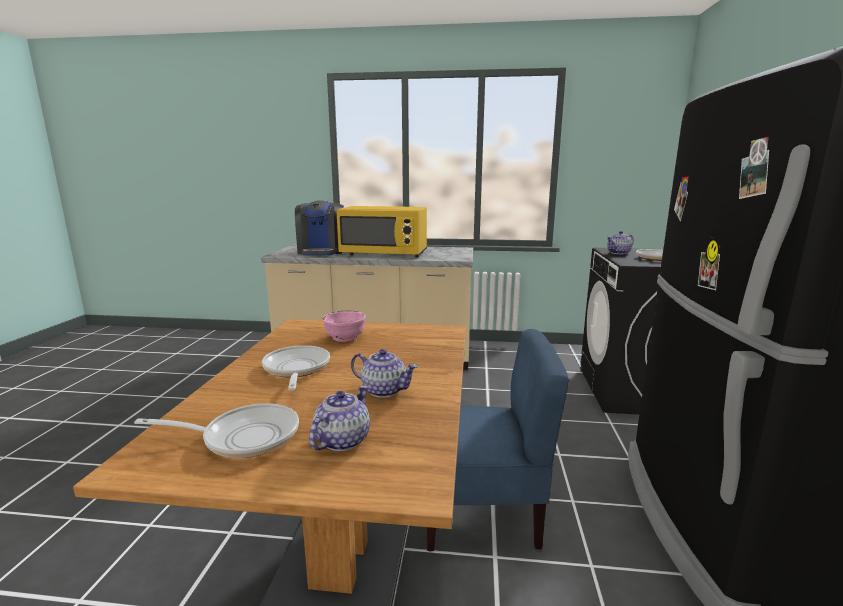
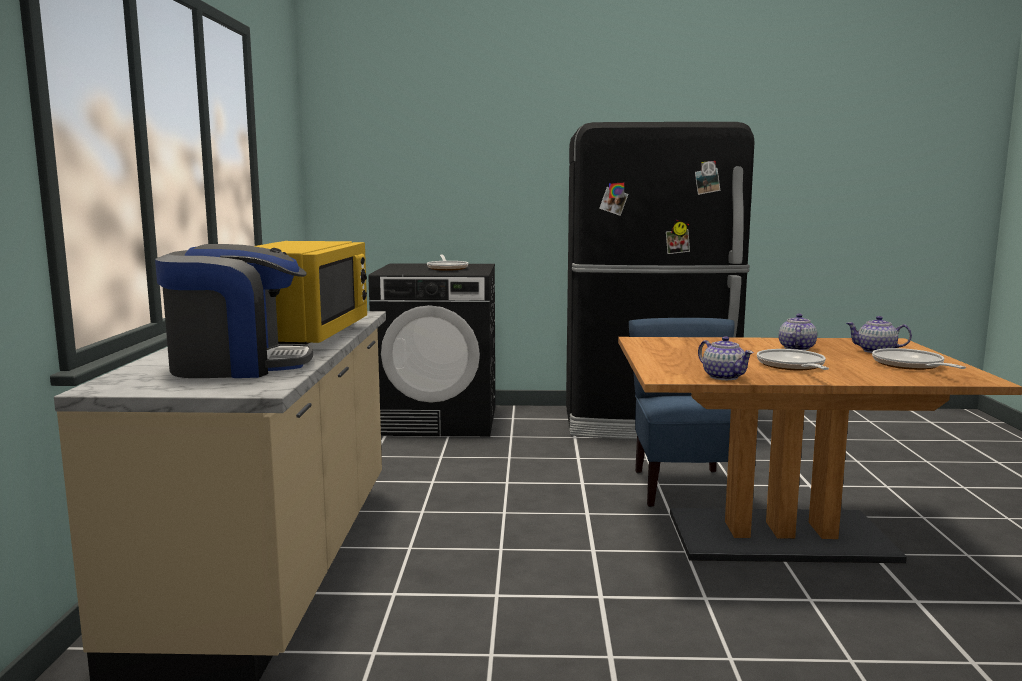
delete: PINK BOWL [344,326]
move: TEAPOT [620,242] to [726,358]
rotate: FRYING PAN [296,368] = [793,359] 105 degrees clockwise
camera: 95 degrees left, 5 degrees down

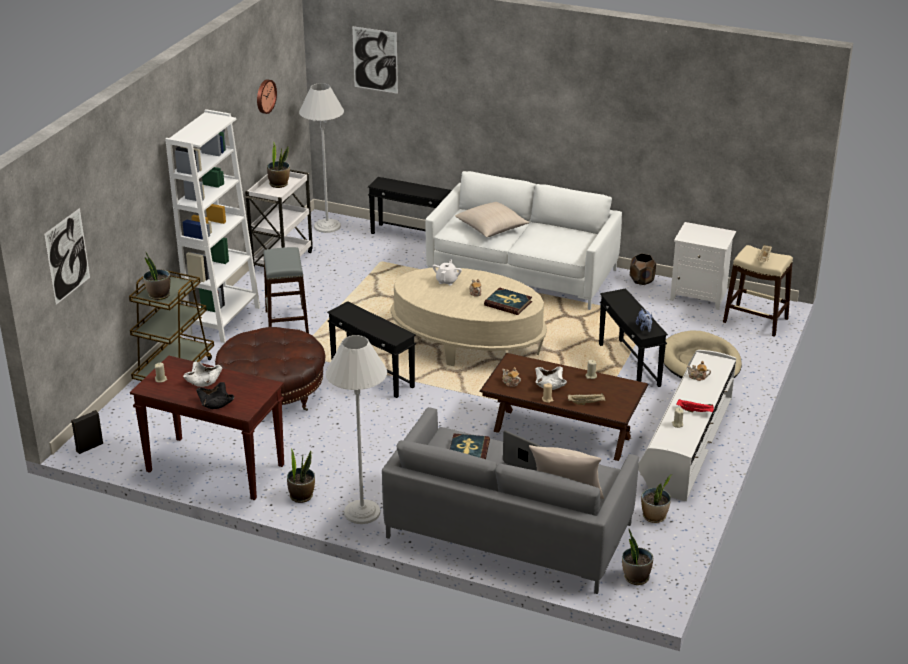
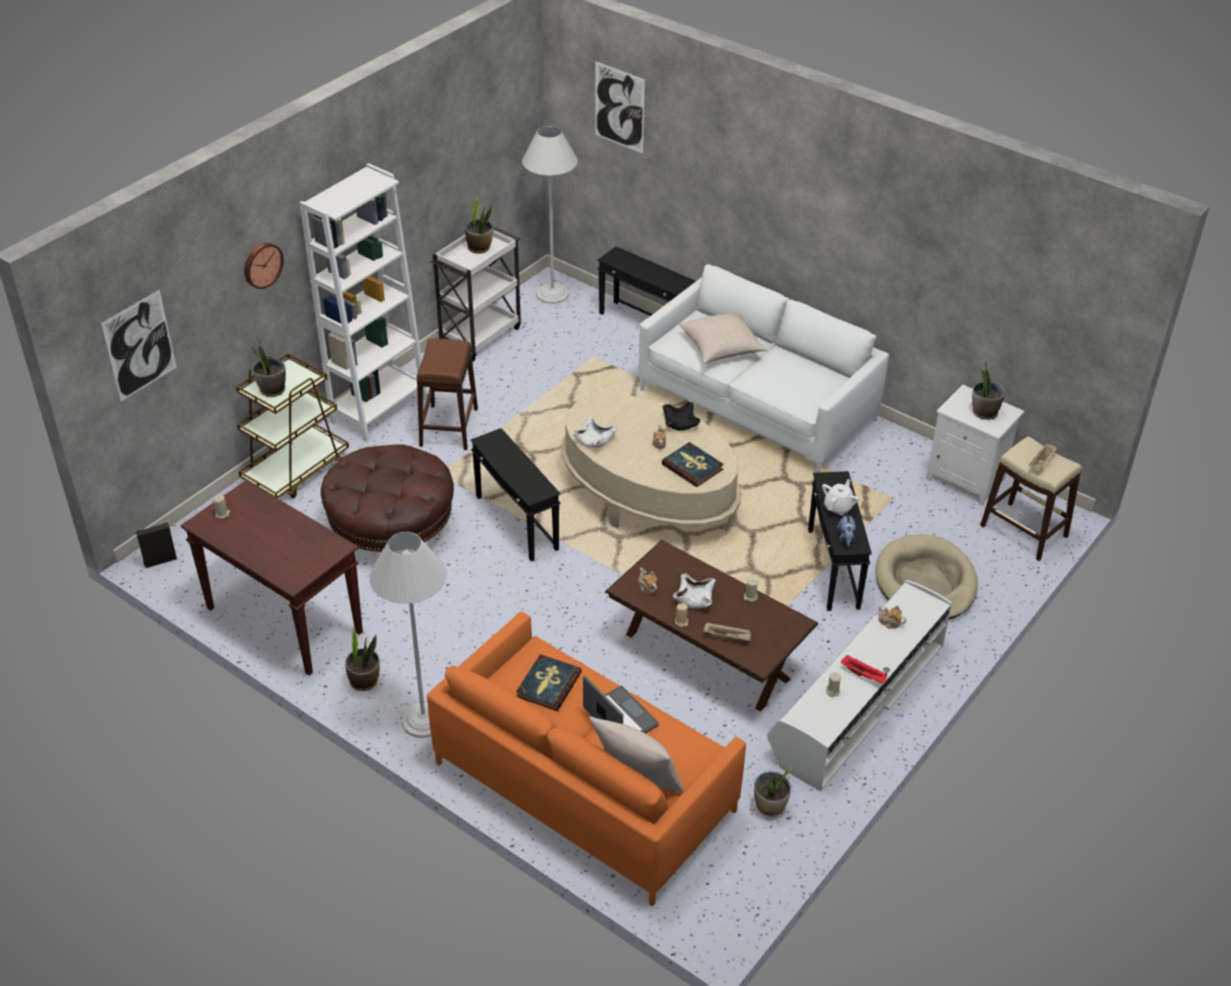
delete: BROWN PLANTER [643,269]
move: WHITE BOWL [202,374] to [595,432]; BLACK BOWL [215,395] to [681,416]; WALL CLOCK [267,96] to [264,266]; WHITE TEAPOT [447,272] to [840,497]; POTTED PLANT [637,557] to [988,390]
recolor: GREY STOOL [286,290] to BROWN STOOL [447,394]; GREY SOFA [510,500] to ORANGE SOFA [586,759]
camera: 15 degrees right, 10 degrees up

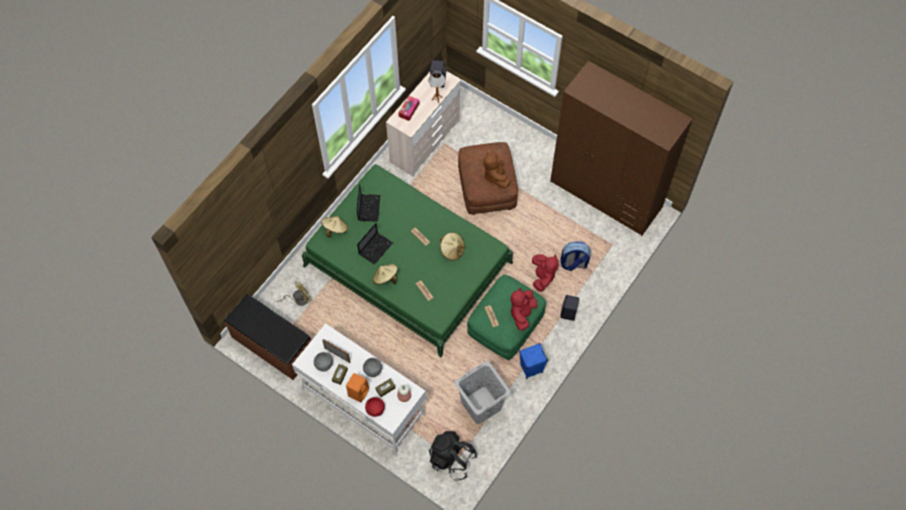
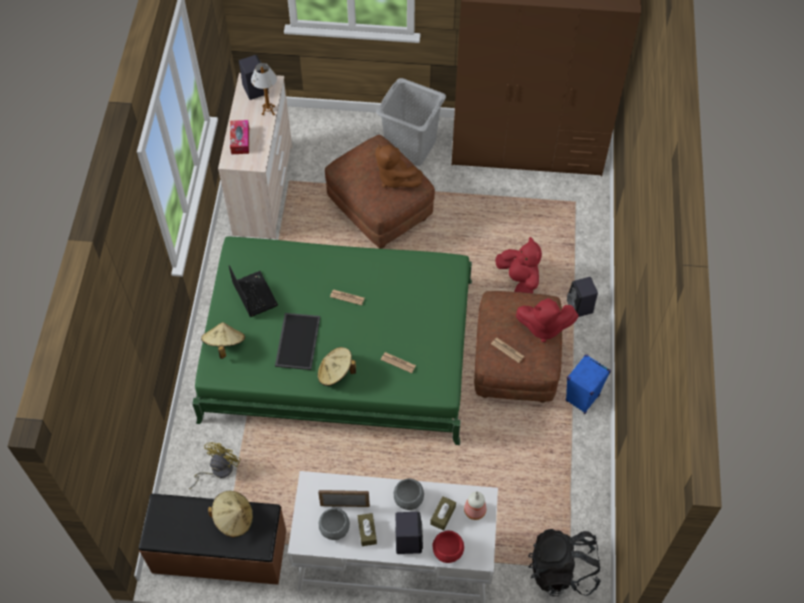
delete: BACKPACK [575,256]
move: BEIGE HAT [452,246] to [230,514]; GREY LAUNDRY BASKET [482,392] to [411,122]
replace: LAPTOP [375,244] to TRAY [297,341]
recolor: ORANGE SPEAKER [357,388] to BLACK SPEAKER [409,533]; GREEN OTTOMAN [506,317] to BROWN OTTOMAN [518,346]
rotate: RED PLUSH TOY [524,309] = [547,320] 75 degrees counterclockwise
camera: 30 degrees left, 5 degrees down

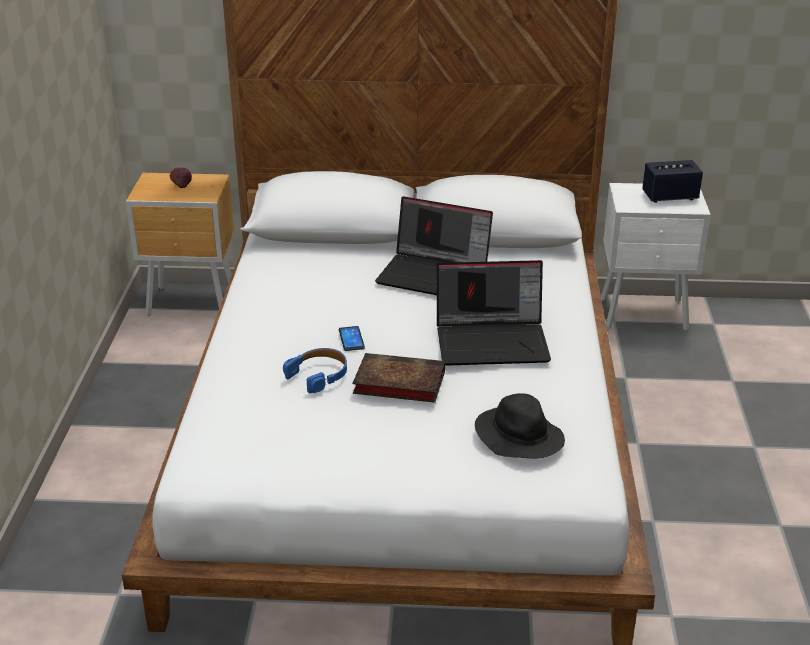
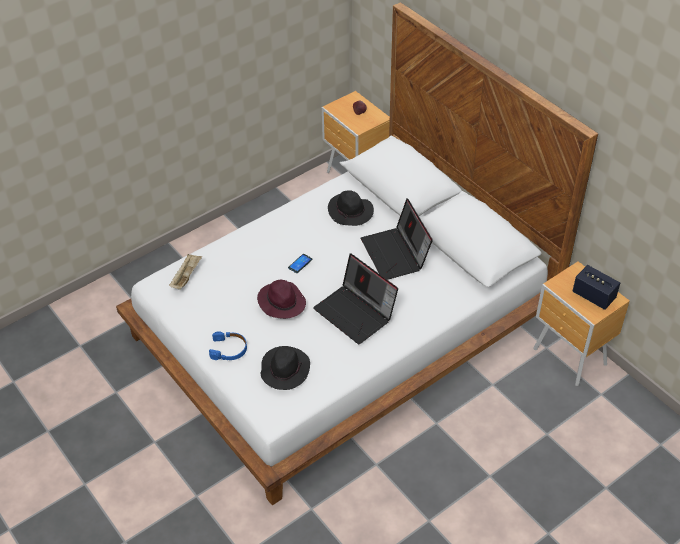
insert: BEIGE TRAY [185,272]; BLACK HAT [351,208]
move: BLUE HEADPHONES [315,370] to [228,345]
replace: BOOK [398,378] to PURPLE HAT [281,299]
recolor: WHITE NIGHTSTAND [656,257] to BROWN NIGHTSTAND [582,323]
camera: 50 degrees right, 15 degrees up

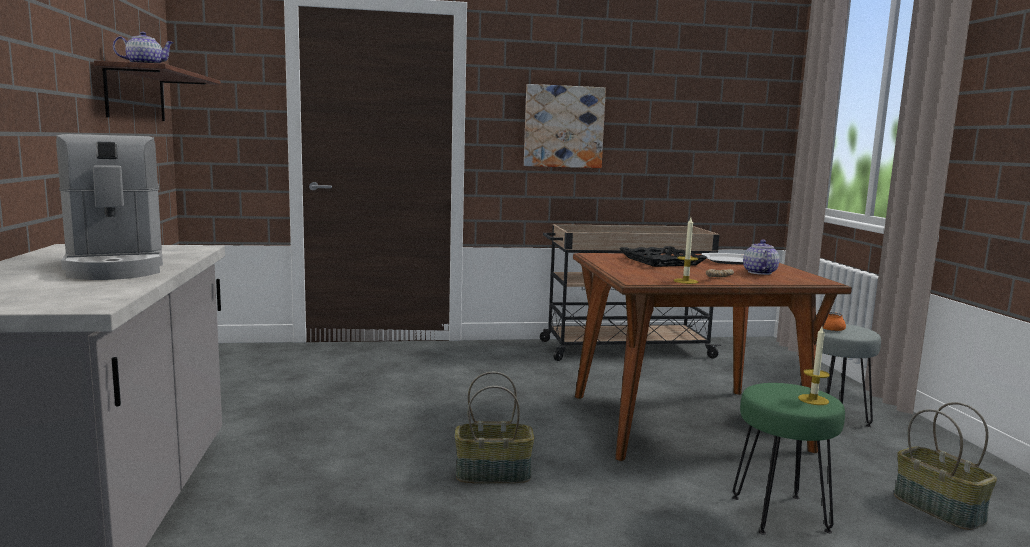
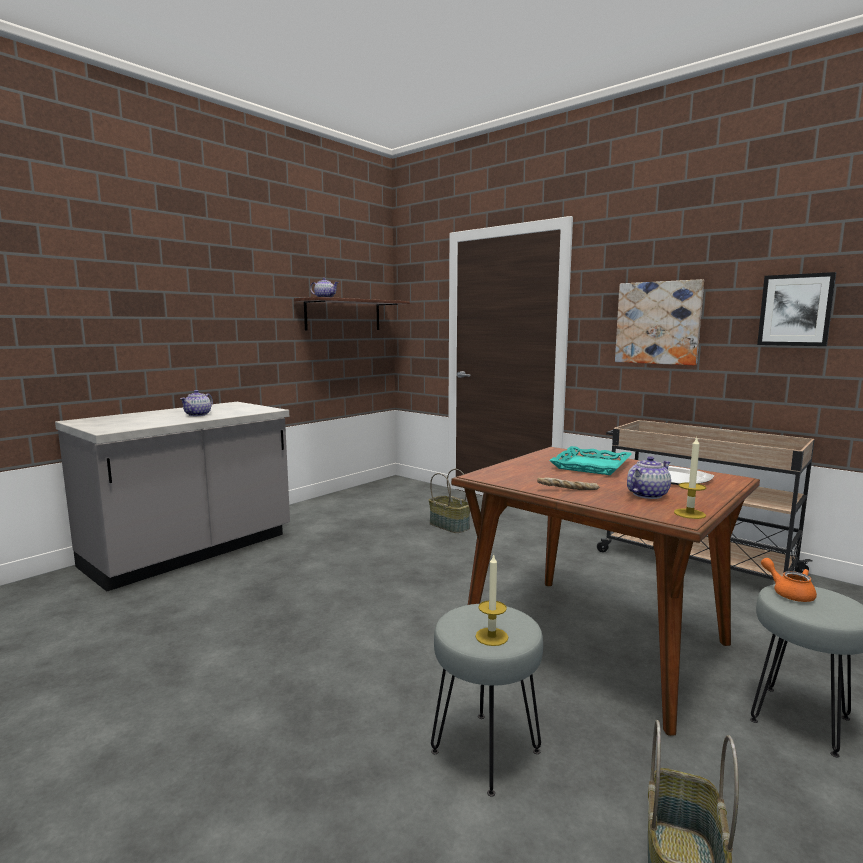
insert: PICTURE [796,309]
move: BASKET [495,427] to [449,501]; CANDLE [686,251] to [690,478]
replace: COFFEE MACHINE [109,207] to TEAPOT [196,403]
recolor: BLACK TRAY [663,256] to TURQUOISE TRAY [590,460]; GREEN STOOL [788,459] to GREY STOOL [487,700]
camera: 50 degrees right, 0 degrees up

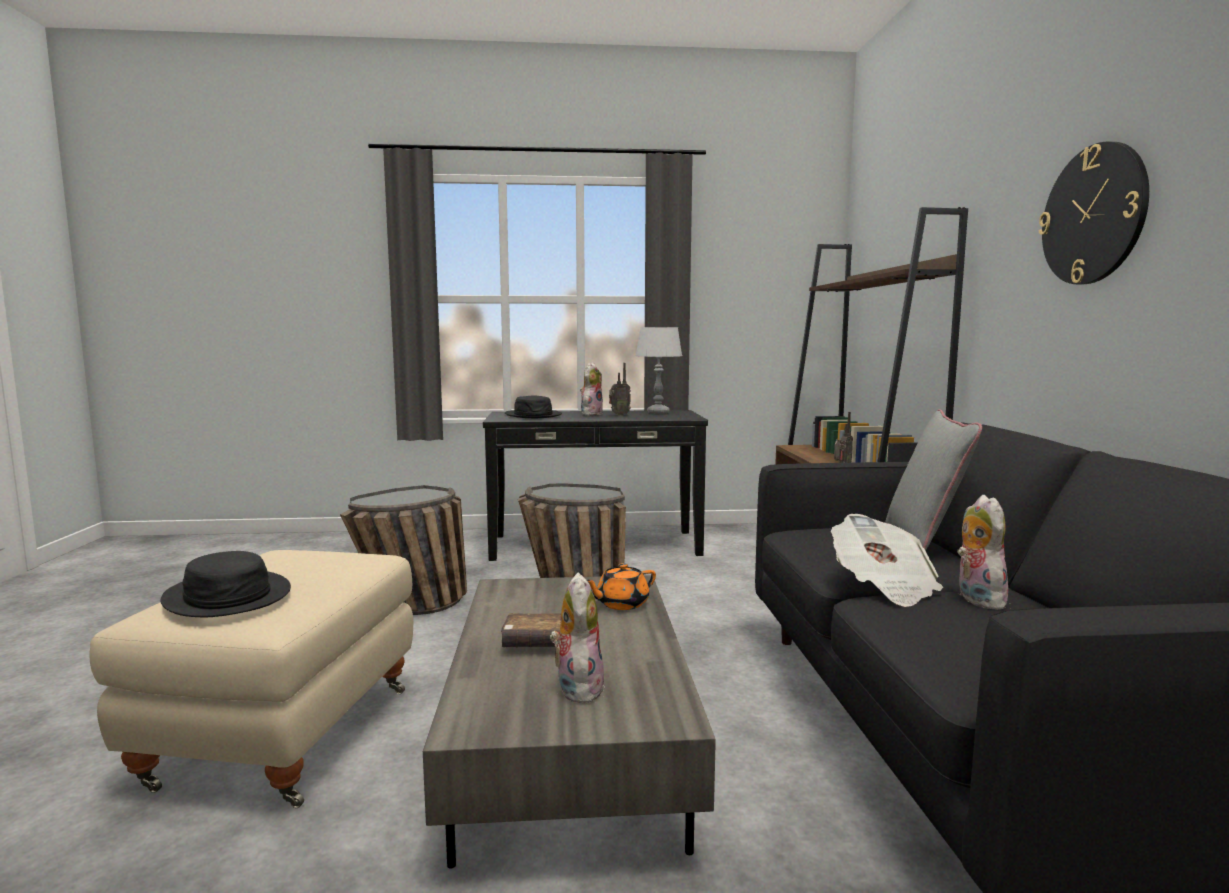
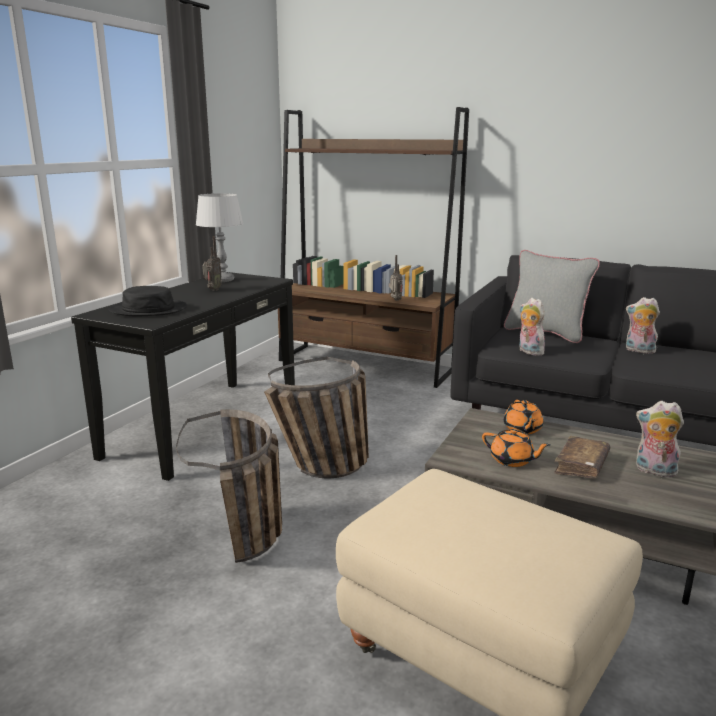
delete: BLACK HAT [226,584]; NEWSPAPER [887,560]; WALL CLOCK [1093,213]
insert: ORANGE TEAPOT [516,448]
move: PLUSH TOY [591,389] to [532,327]
camera: 60 degrees left, 10 degrees up

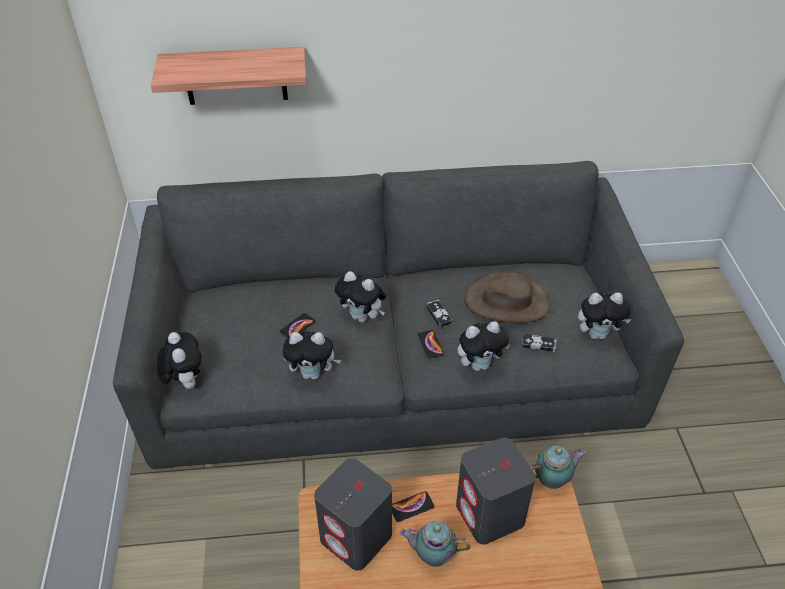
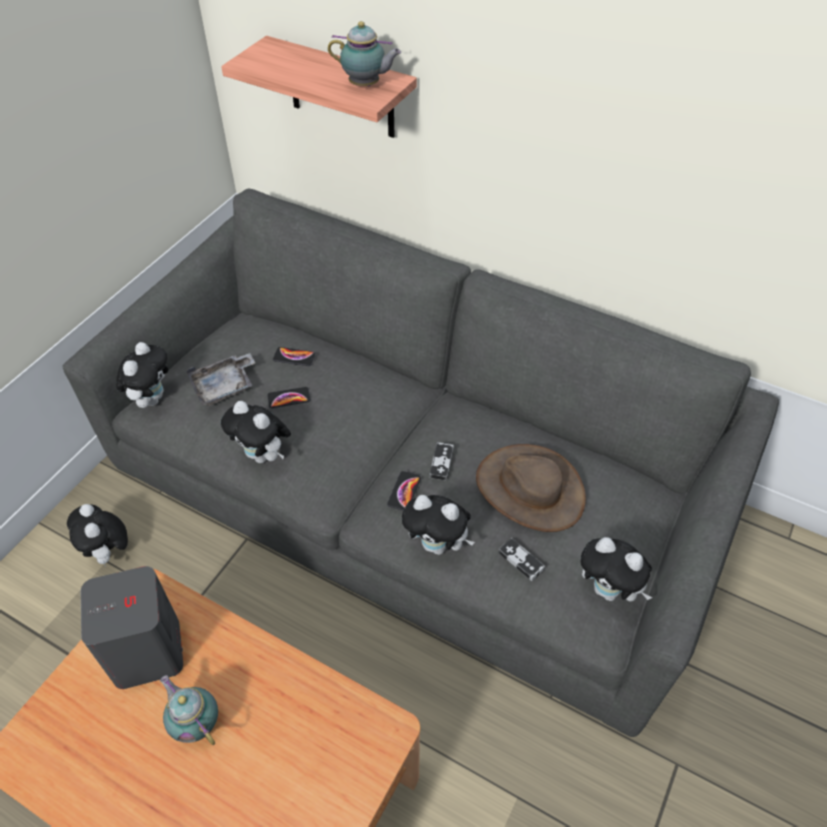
delete: GREY SPEAKER [496,491]
insert: GREY TRAY [220,379]
move: PLUSH TOY [360,296] to [97,535]; PHONE [413,506] to [294,356]; TEAPOT [559,467] to [364,54]
camera: 35 degrees right, 5 degrees up

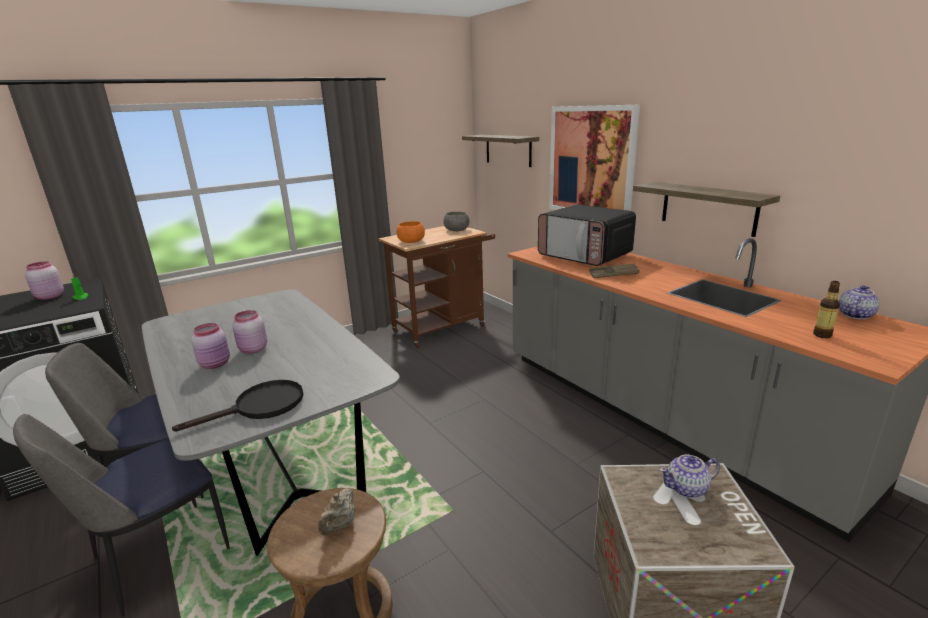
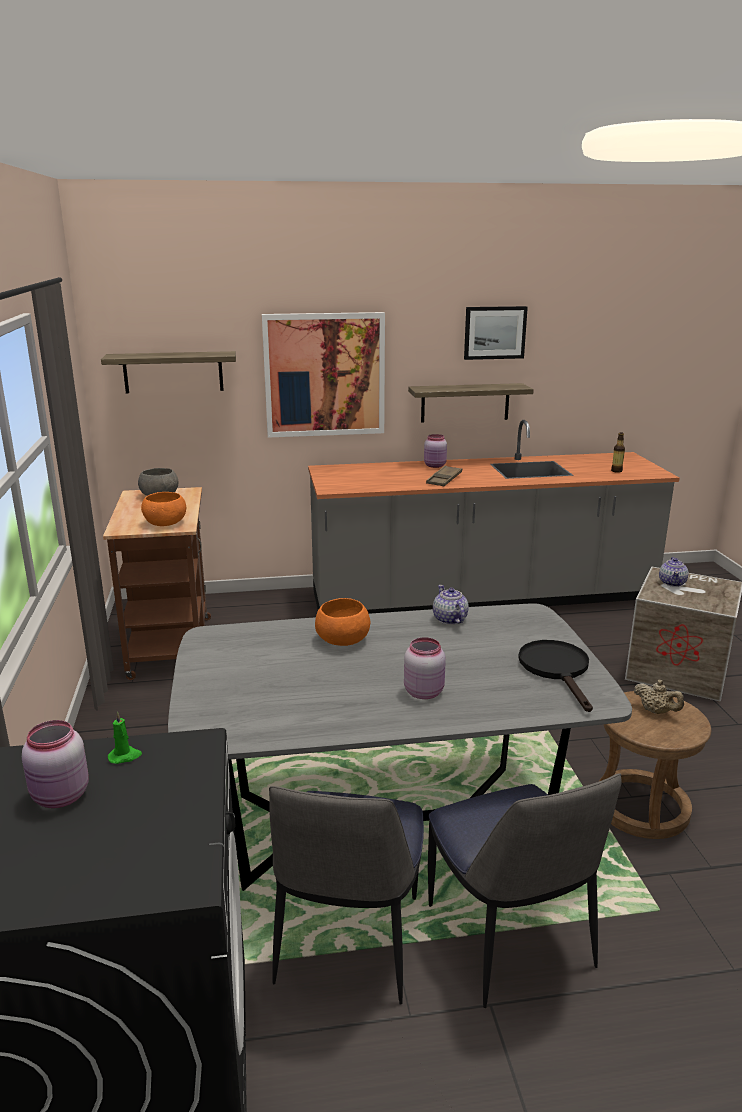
delete: MICROWAVE [587,235]
insert: ORANGE BOWL [342,622]; PICTURE [496,333]
move: PINK JAR [249,332] to [435,451]; TEAPOT [859,302] to [451,605]
camera: 65 degrees left, 0 degrees up

